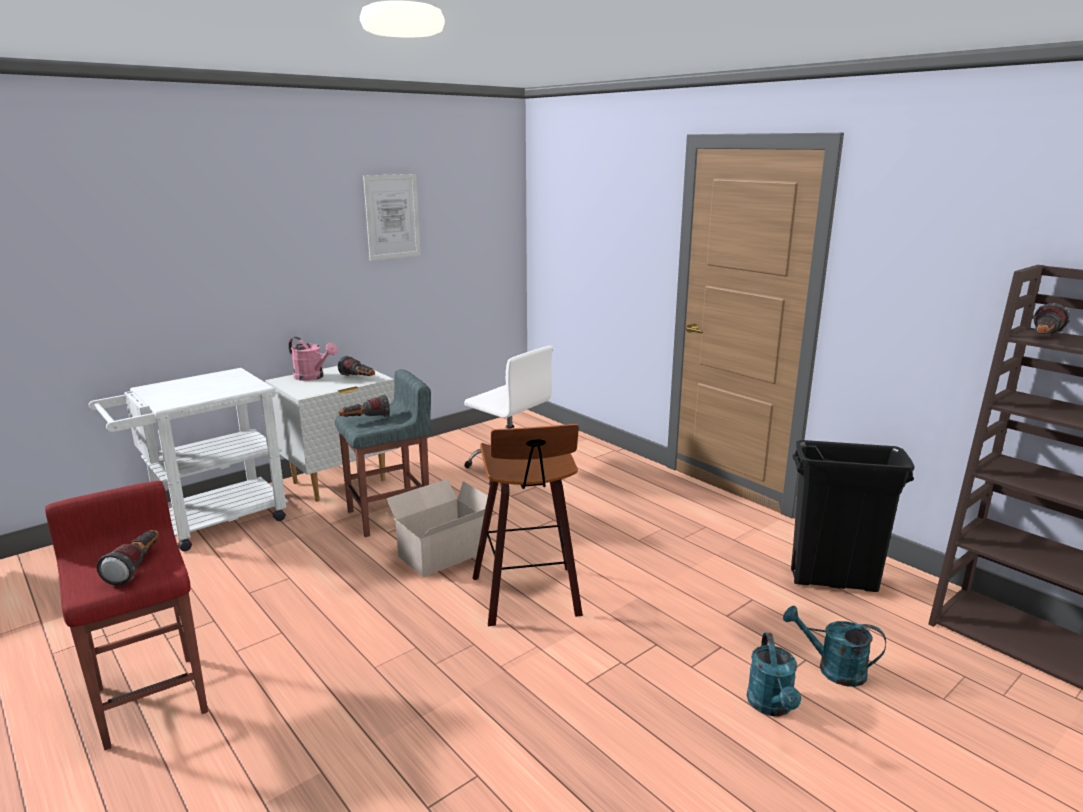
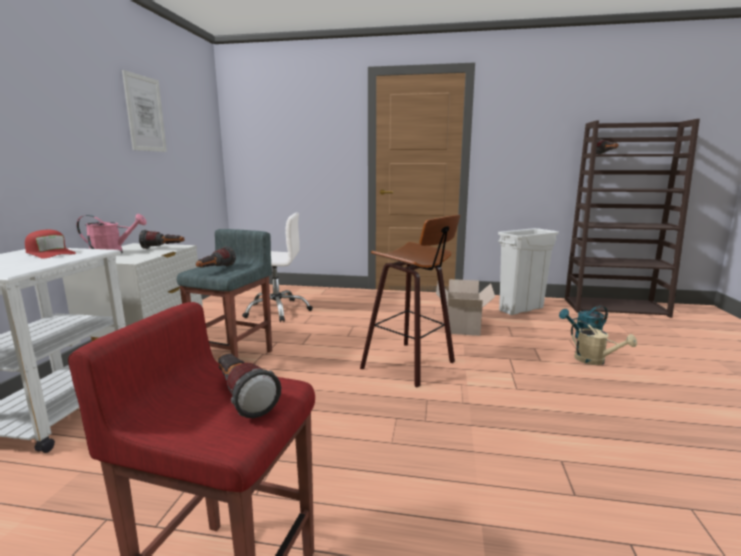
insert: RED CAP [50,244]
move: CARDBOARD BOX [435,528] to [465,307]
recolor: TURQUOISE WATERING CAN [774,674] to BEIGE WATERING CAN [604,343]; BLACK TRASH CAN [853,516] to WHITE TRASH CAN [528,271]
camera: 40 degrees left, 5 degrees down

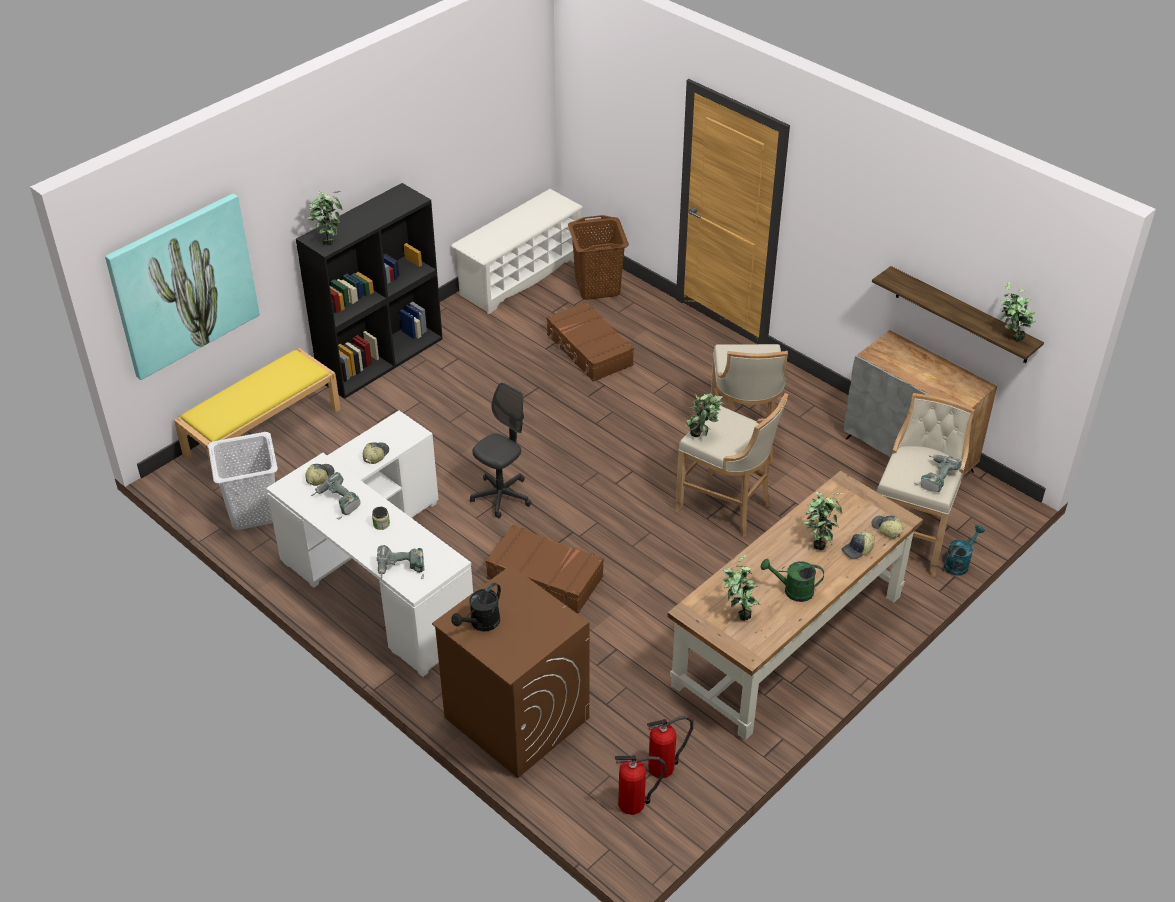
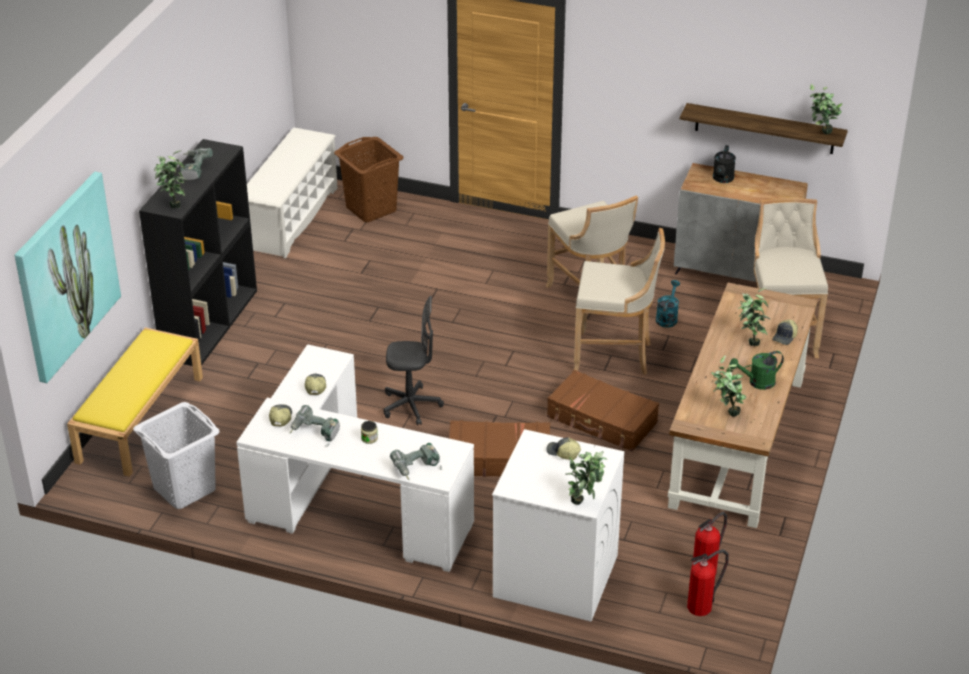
move: BLACK WATERING CAN [476,607] to [724,164]; BROWN SUITCASE [590,342] to [603,411]; POTTED PLANT [705,415] to [586,478]; CAP [887,527] to [563,448]; POWER DRILL [937,473] to [196,164]; TURQUOISE WATERING CAN [964,550] to [668,304]
recolor: BROWN WASHING MACHINE [511,671] to WHITE WASHING MACHINE [558,525]
rotate: GREY OFFICE CHAIR [501,450] = [414,360] 75 degrees clockwise
camera: 25 degrees left, 5 degrees down

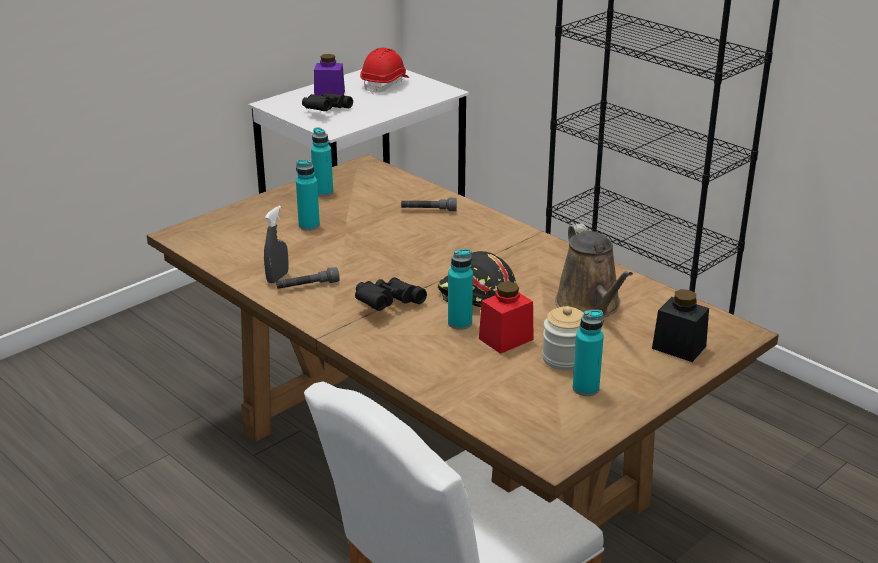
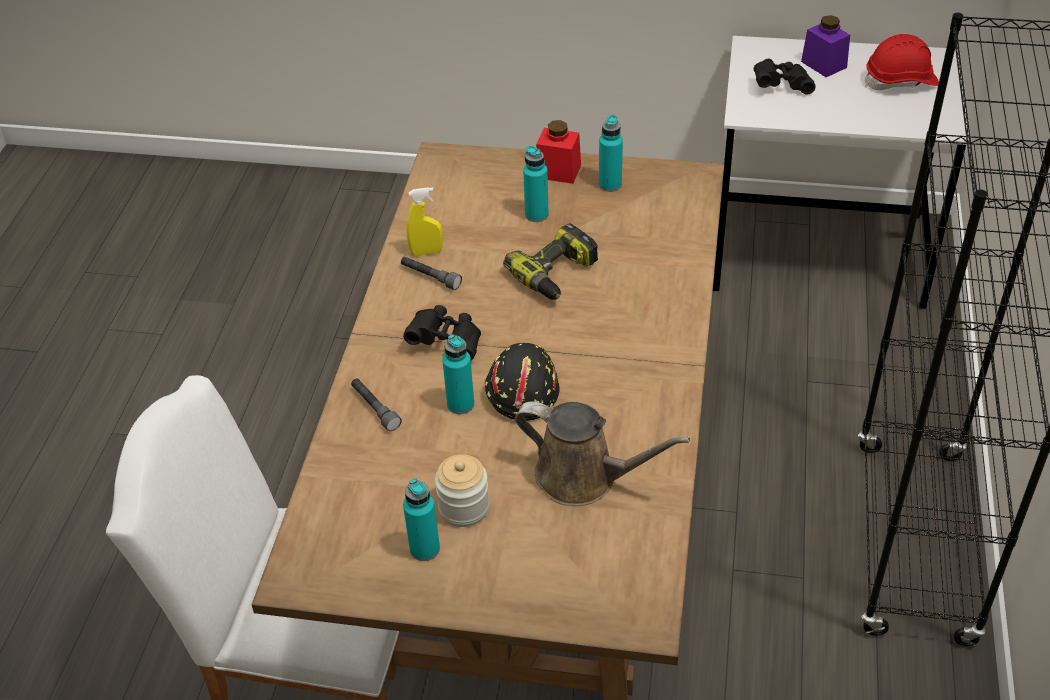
delete: BLACK JAR [680,325]
insert: POWER DRILL [550,262]
move: GREY FLASHLIGHT [429,204] to [376,404]; RED JAR [506,317] to [558,152]
recolor: GREY SPRAY BOTTLE [276,245] to YELLOW SPRAY BOTTLE [424,221]
rotate: BROWN WATERING CAN [594,270] = [602,454] 105 degrees counterclockwise
camera: 55 degrees right, 15 degrees up

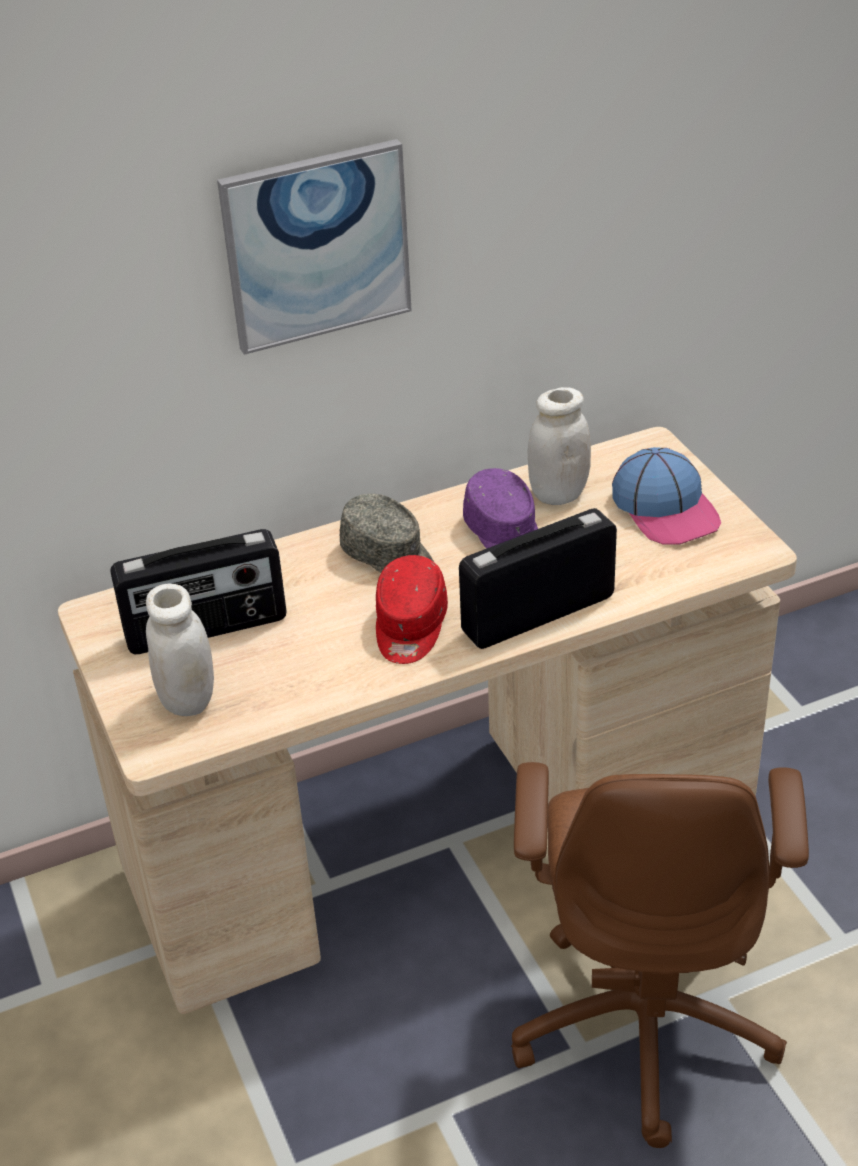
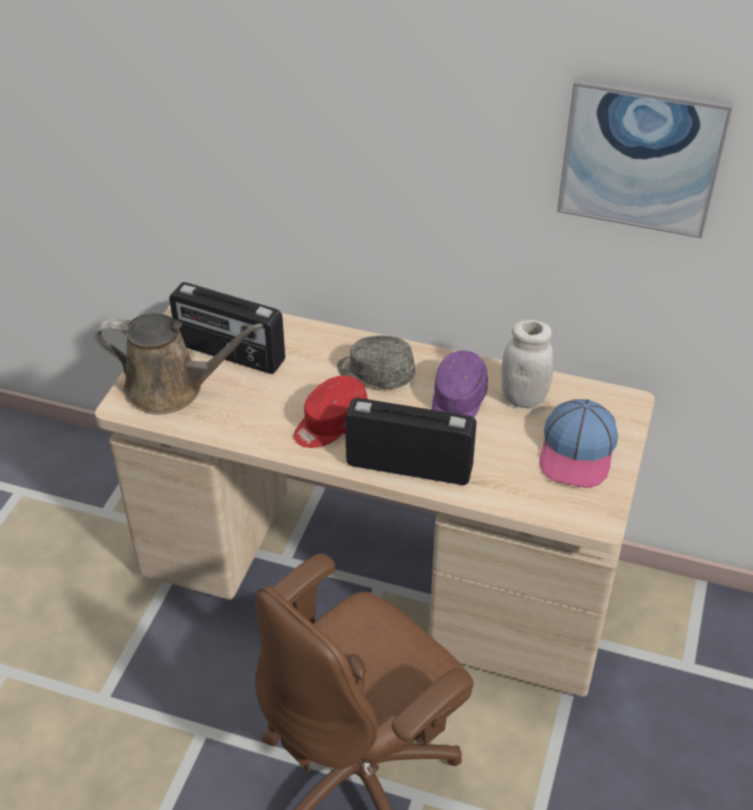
move: PICTURE [314,247] to [645,157]
replace: WHITE JAR [180,650] to BROWN WATERING CAN [179,364]
rotate: GREY CAP [387,533] = [376,362] 120 degrees clockwise
camera: 40 degrees right, 5 degrees up

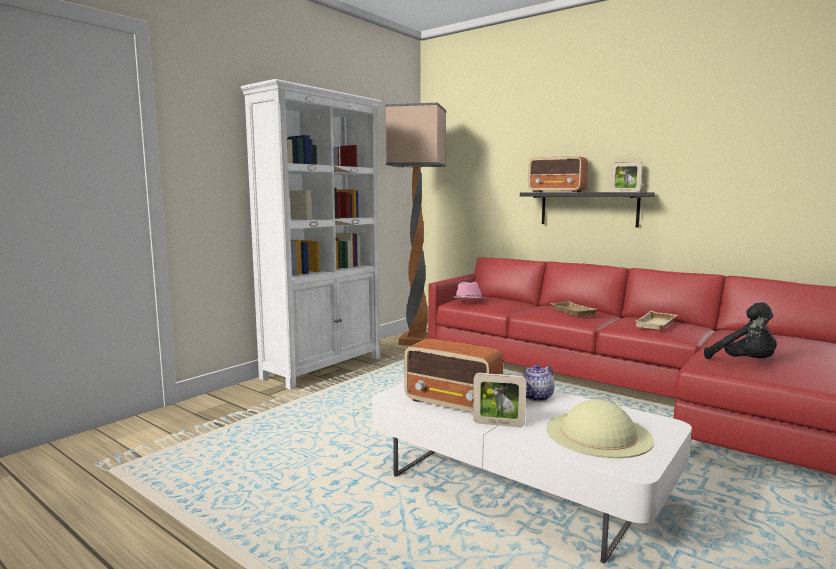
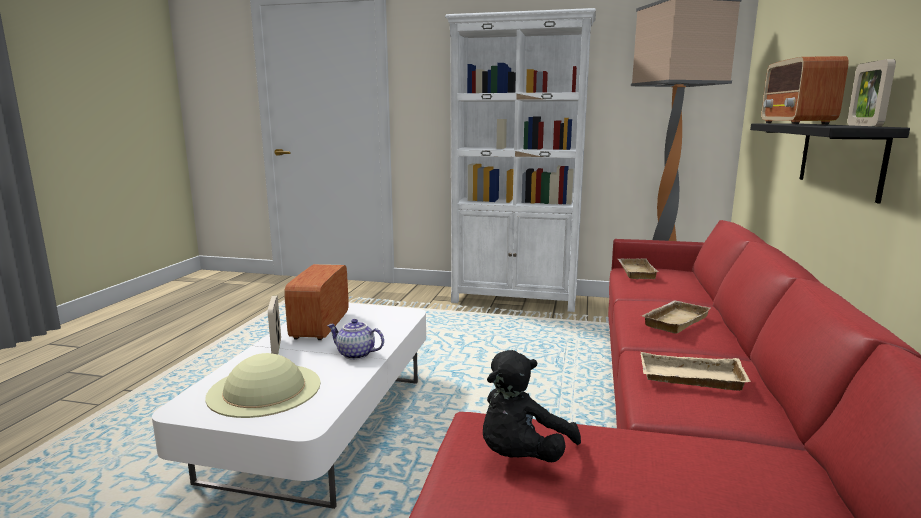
replace: PINK HAT [469,290] to BEIGE TRAY [638,268]
camera: 65 degrees right, 5 degrees up

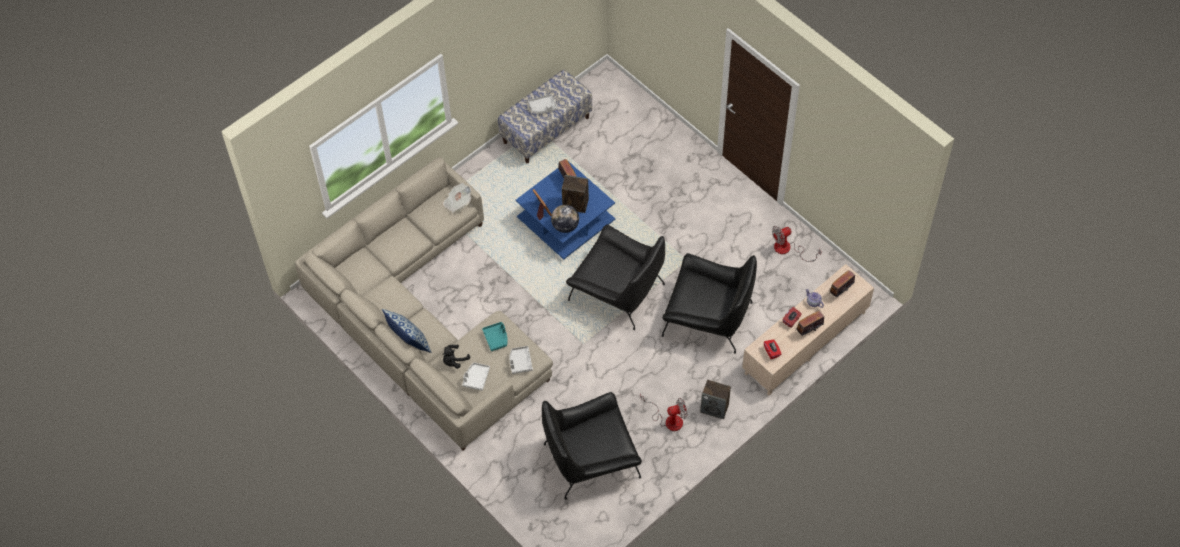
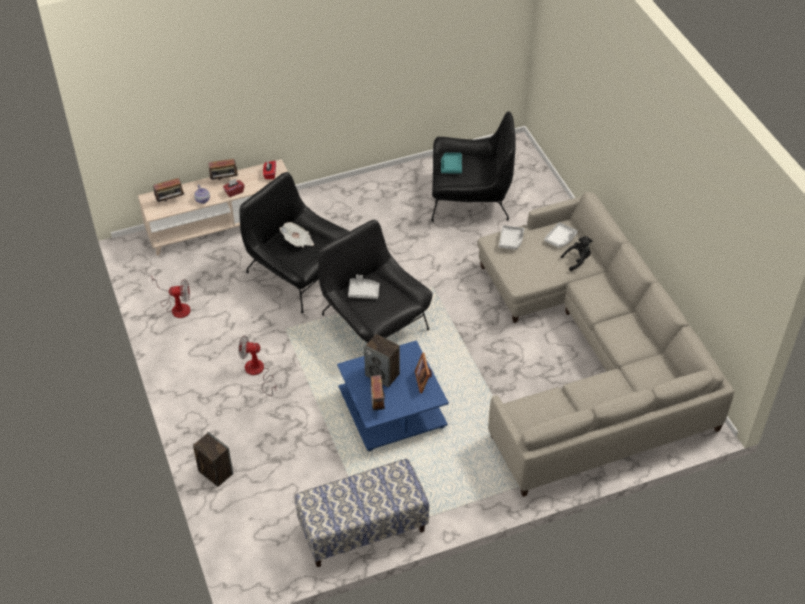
delete: PILLOW [406,331]; GLOBE [565,219]
move: NEWSPAPER [457,198] to [297,234]; TURQUOISE TRAY [495,336] to [451,163]; GREY TRAY [543,104] to [363,287]; FAN [663,412] to [257,365]; SPEAKER [715,399] to [213,459]
camera: 160 degrees left, 10 degrees down

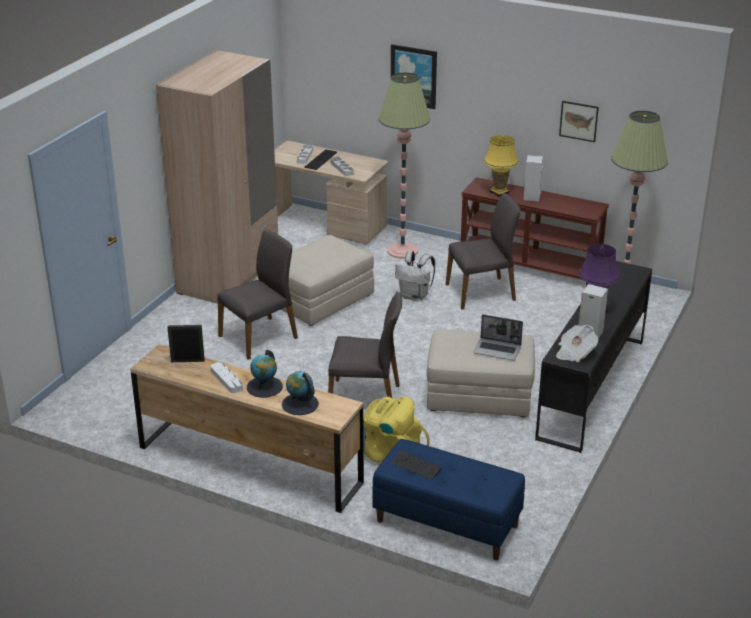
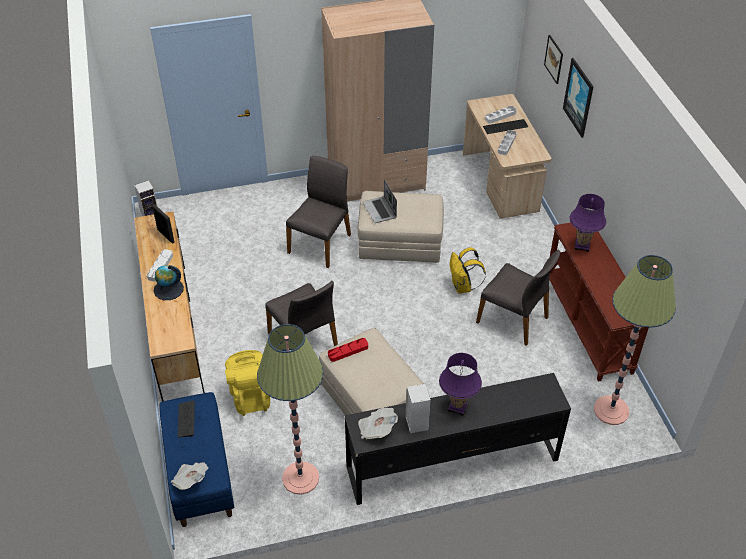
delete: GLOBE [300,393]
insert: NEWSPAPER [190,476]; RED TRAY [348,350]
move: FLOOR LAMP [404,165] to [290,409]; LAPTOP [498,337] to [380,201]; SPEAKER [533,178] to [146,198]; PICTURE [579,121] to [553,59]
recolor: WHITE BACKPACK [415,276] to YELLOW BACKPACK [468,270]; YELLOW TABLE LAMP [501,166] to PURPLE TABLE LAMP [587,223]
rotate: GREY CHAIR [257,295] = [318,212] 75 degrees counterclockwise
camera: 50 degrees right, 15 degrees up

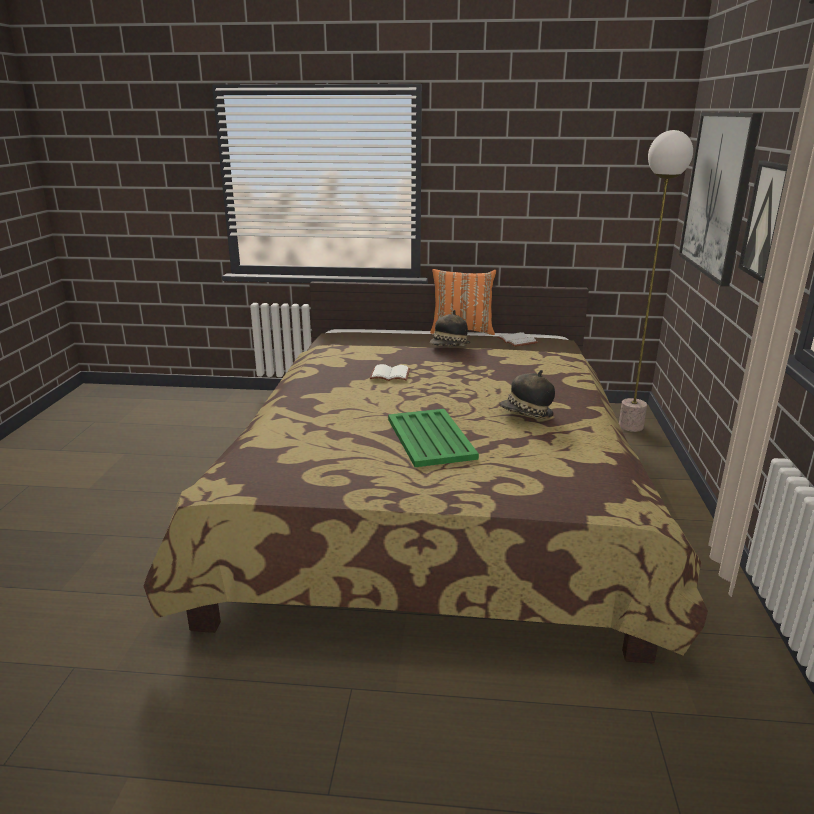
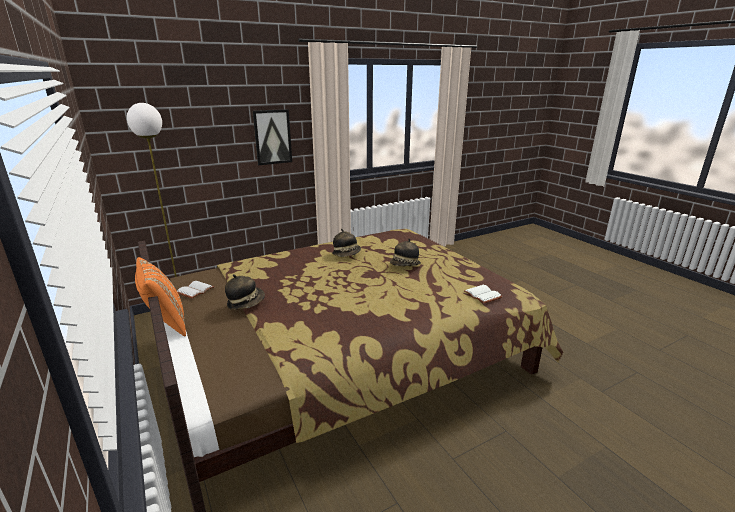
delete: PICTURE [720,199]
move: WHITE BOOK [389,372] to [483,294]
replace: GREEN TRAY [433,438] to HAT [405,252]
camera: 125 degrees left, 0 degrees up

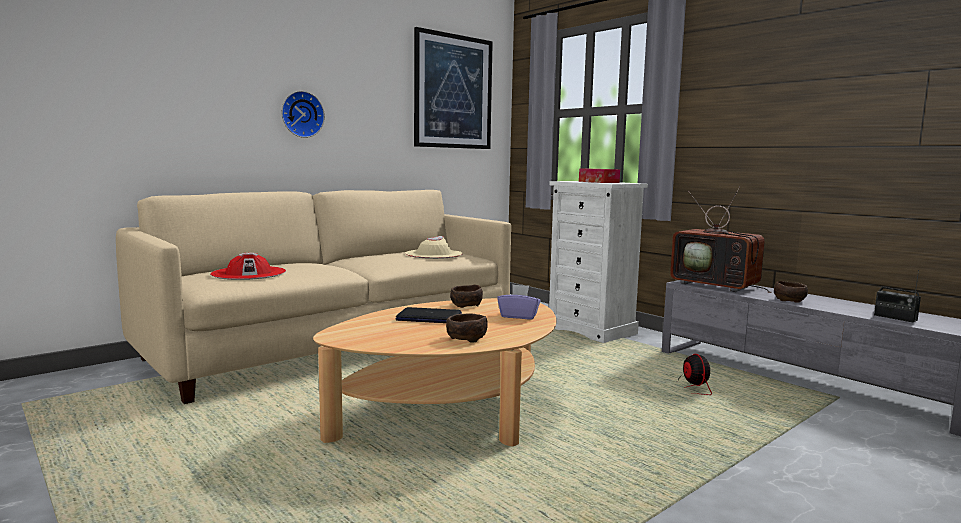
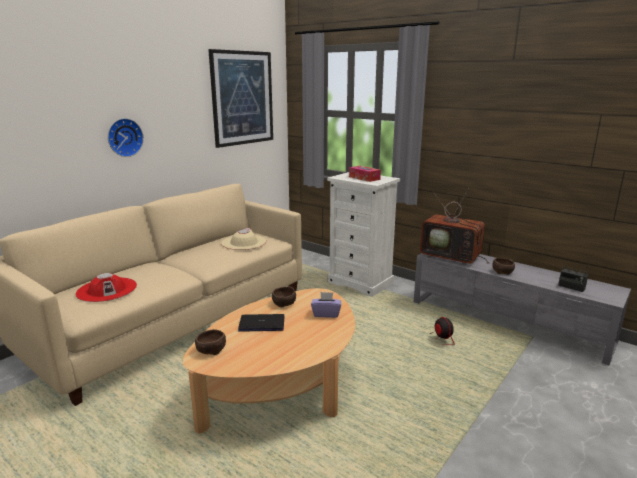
move: BROWN BOWL [467,328] to [210,342]
camera: 10 degrees left, 10 degrees up

